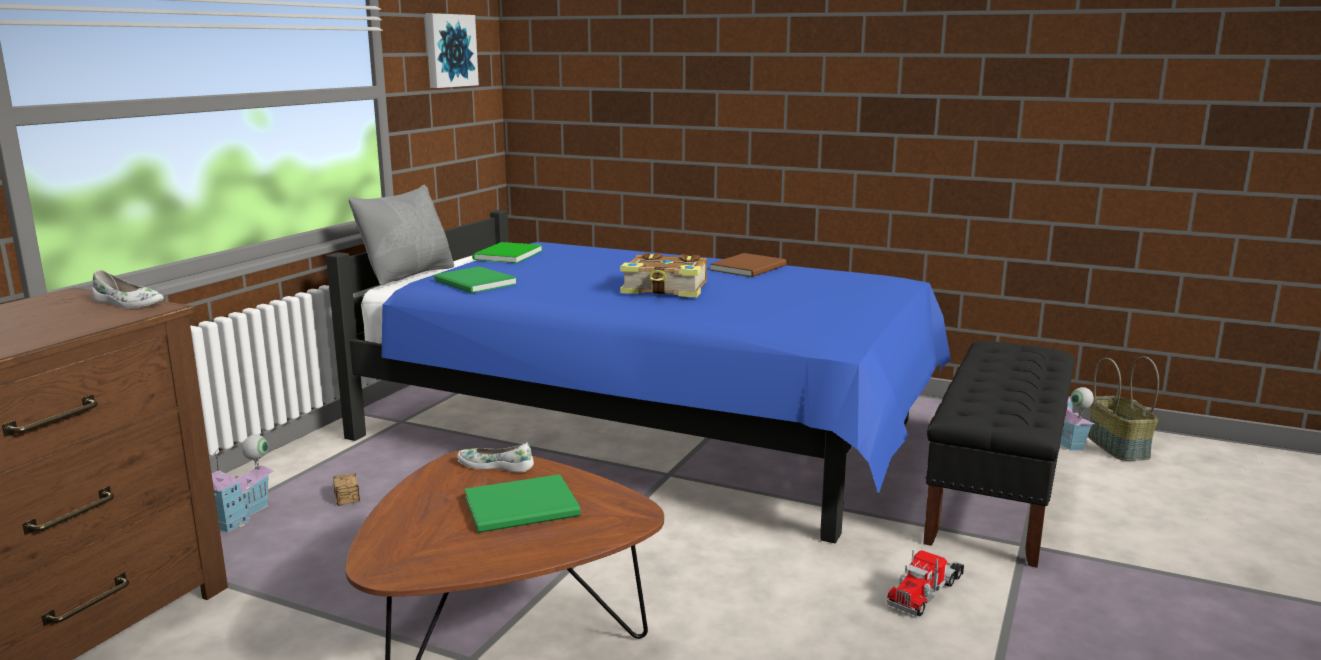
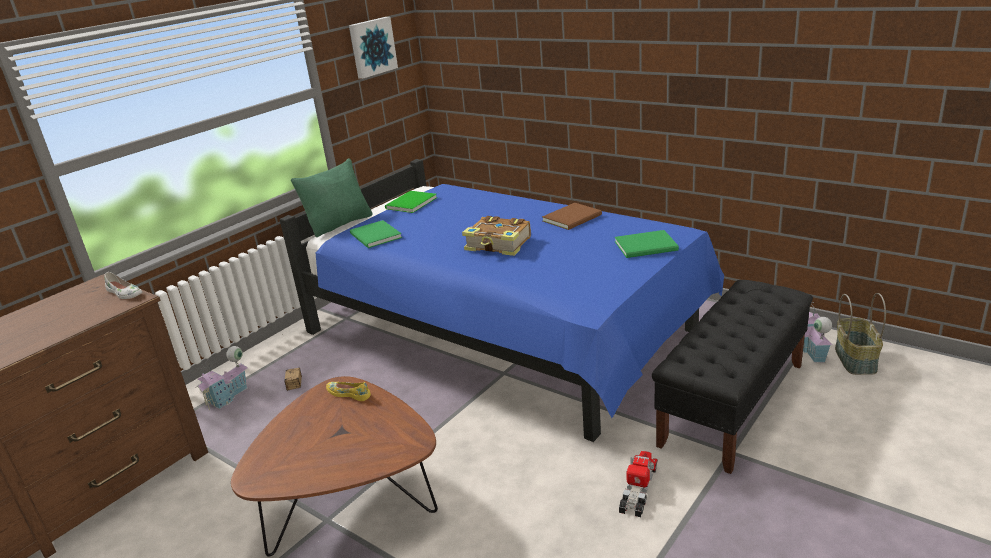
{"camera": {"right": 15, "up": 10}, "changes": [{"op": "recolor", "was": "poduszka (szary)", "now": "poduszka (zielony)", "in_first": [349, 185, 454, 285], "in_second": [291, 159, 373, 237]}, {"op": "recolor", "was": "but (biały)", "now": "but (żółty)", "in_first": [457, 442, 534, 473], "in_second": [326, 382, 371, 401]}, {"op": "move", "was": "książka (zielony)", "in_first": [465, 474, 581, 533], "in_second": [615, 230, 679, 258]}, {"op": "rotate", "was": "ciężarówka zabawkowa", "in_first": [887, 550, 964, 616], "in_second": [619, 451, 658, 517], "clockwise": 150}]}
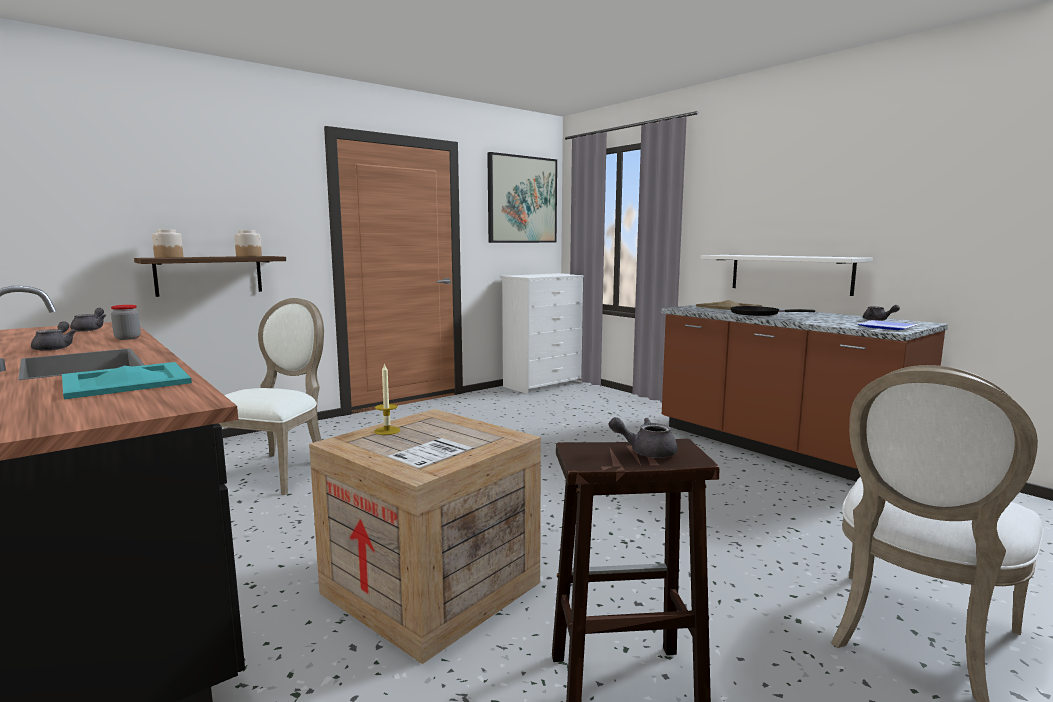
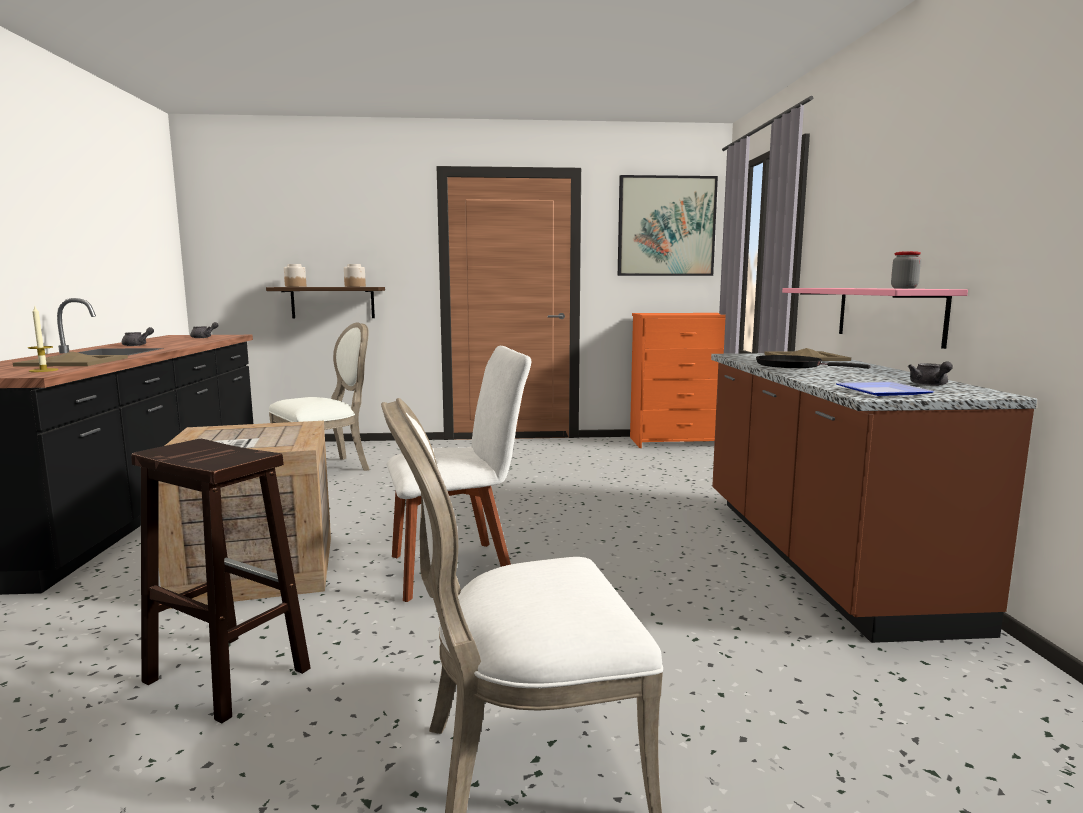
{"camera": {"right": 35, "up": 0}, "changes": [{"op": "recolor", "was": "taca (turkusowy)", "now": "taca (beżowy)", "in_first": [62, 362, 192, 399], "in_second": [13, 351, 128, 367]}, {"op": "move", "was": "słoik", "in_first": [111, 305, 141, 340], "in_second": [891, 251, 921, 289]}, {"op": "move", "was": "świeca", "in_first": [374, 363, 401, 435], "in_second": [28, 306, 58, 372]}, {"op": "recolor", "was": "komoda (biały)", "now": "komoda (pomarańczowy)", "in_first": [501, 273, 584, 394], "in_second": [630, 313, 726, 448]}, {"op": "delete", "was": "imbryk (szary)", "in_first": [609, 417, 678, 458]}, {"op": "recolor", "was": "półka (biały)", "now": "półka (różowy)", "in_first": [700, 255, 873, 296], "in_second": [782, 288, 968, 349]}, {"op": "insert", "now": "krzesło (biały)", "in_second": [386, 346, 531, 602]}]}
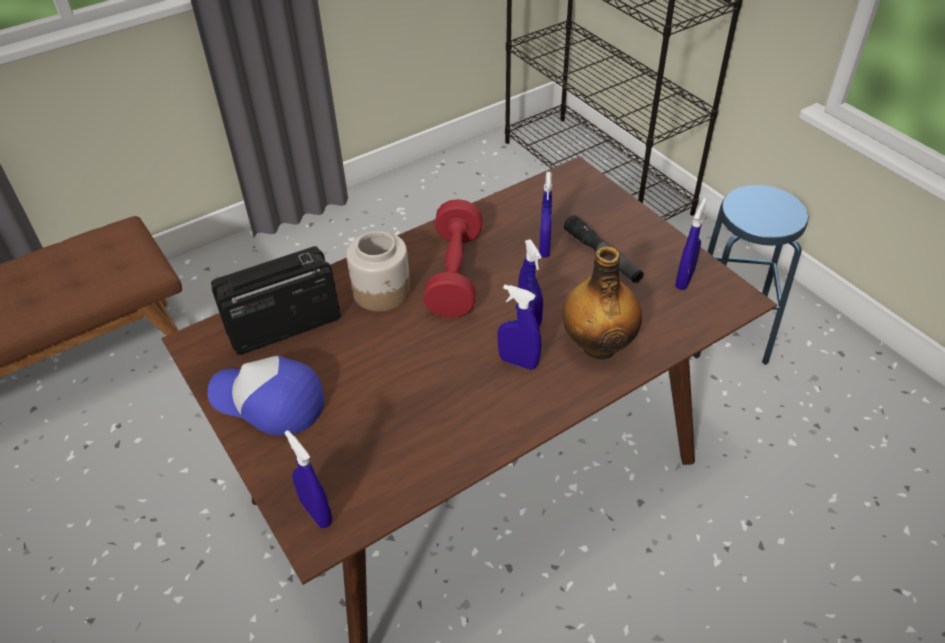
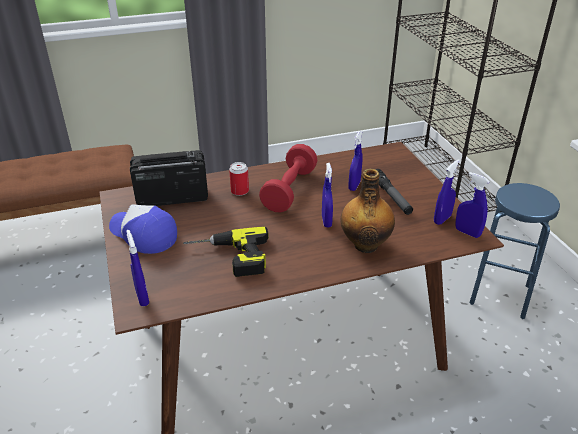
{"camera": {"right": 15, "up": -10}, "changes": [{"op": "replace", "was": "słoik", "now": "puszka", "in_first": [346, 231, 411, 312], "in_second": [229, 162, 249, 196]}, {"op": "move", "was": "spryskiwacz (niebieski)", "in_first": [497, 284, 541, 370], "in_second": [455, 172, 490, 238]}, {"op": "insert", "now": "wiertarka", "in_second": [183, 226, 269, 277]}]}
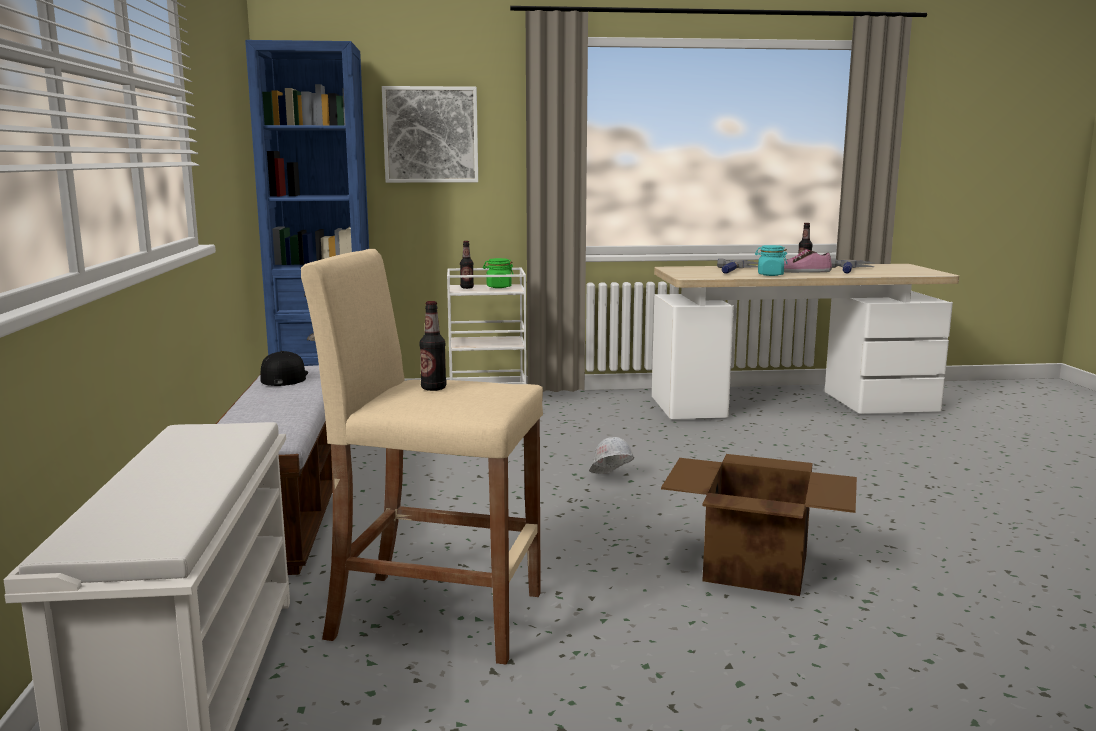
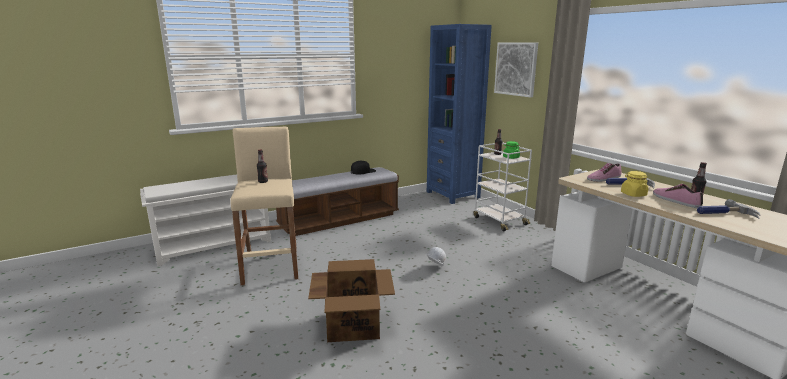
{"camera": {"right": 65, "up": 5}, "changes": [{"op": "recolor", "was": "słoik (turkusowy)", "now": "słoik (żółty)", "in_first": [755, 245, 787, 276], "in_second": [621, 171, 648, 197]}, {"op": "insert", "now": "but", "in_second": [587, 163, 622, 182]}]}
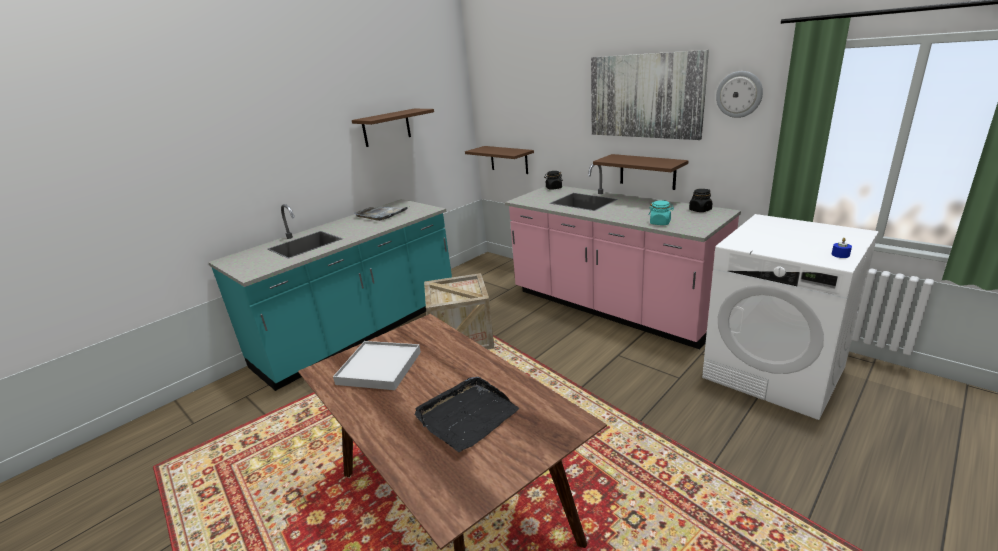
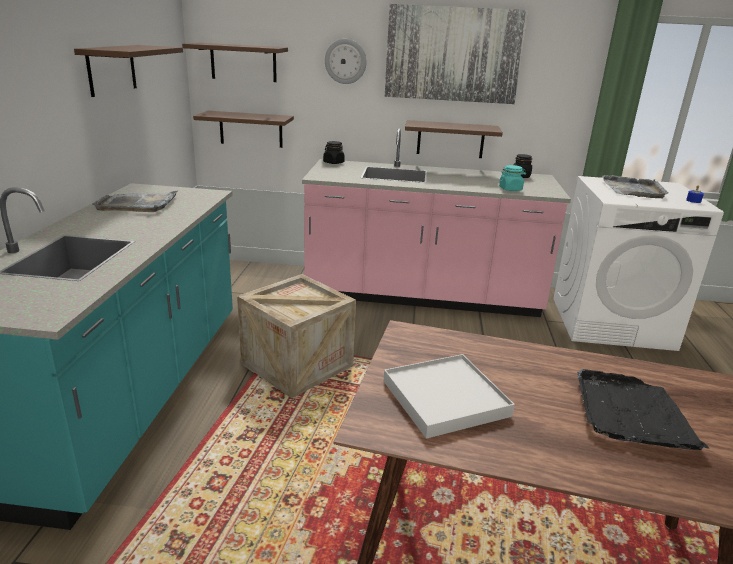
{"camera": {"right": -40, "up": 0}, "changes": [{"op": "move", "was": "zegar ścienny", "in_first": [716, 71, 763, 118], "in_second": [325, 39, 367, 84]}, {"op": "insert", "now": "półka (brązowy)", "in_second": [182, 43, 288, 82]}, {"op": "insert", "now": "taca (szary)", "in_second": [602, 175, 669, 198]}]}
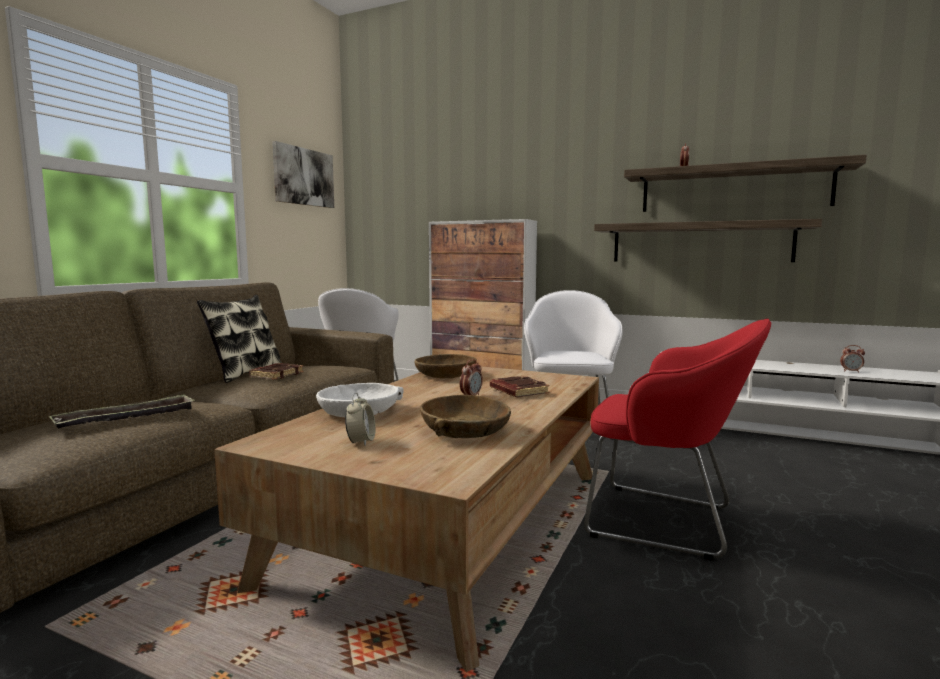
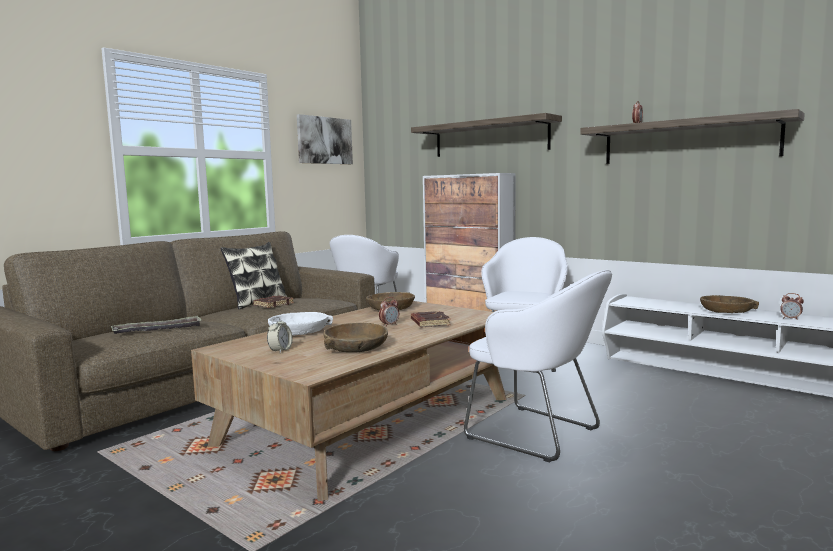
{"camera": {"right": 15, "up": 0}, "changes": [{"op": "recolor", "was": "fotel (czerwony)", "now": "fotel (biały)", "in_first": [584, 319, 771, 561], "in_second": [464, 270, 612, 462]}, {"op": "move", "was": "półka", "in_first": [594, 219, 822, 262], "in_second": [411, 113, 562, 157]}, {"op": "insert", "now": "miska (brązowy)", "in_second": [700, 295, 759, 313]}]}
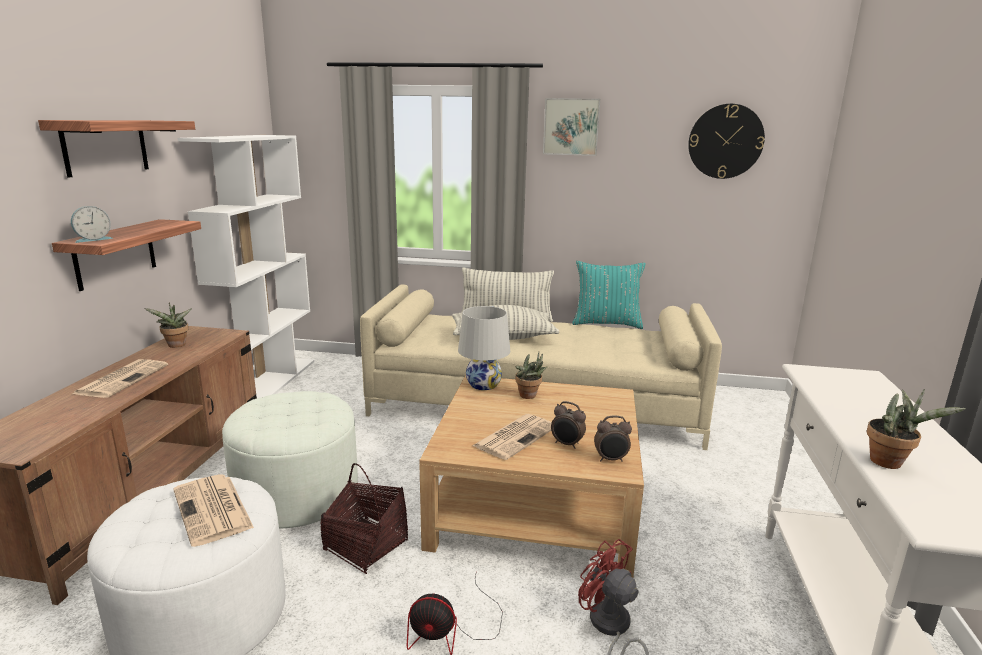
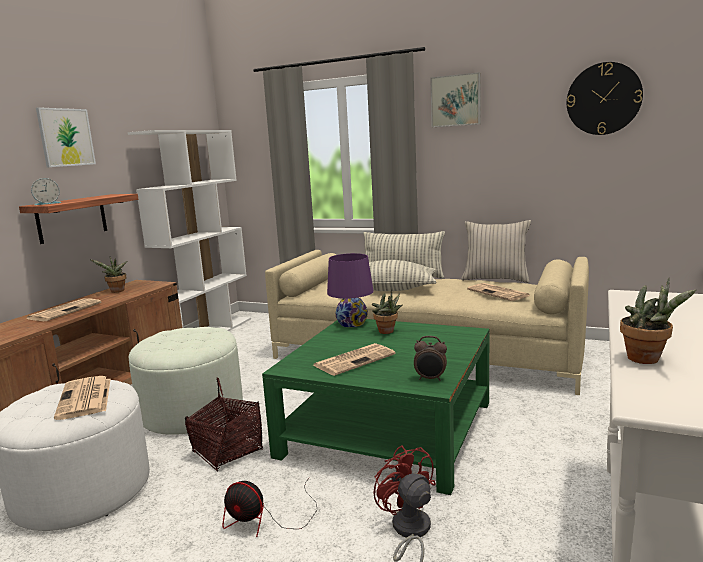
{"camera": {"right": 15, "up": -5}, "changes": [{"op": "replace", "was": "półka", "now": "obraz", "in_first": [38, 120, 195, 177], "in_second": [36, 107, 96, 167]}, {"op": "recolor", "was": "ława (beżowy)", "now": "ława (zielony)", "in_first": [419, 375, 644, 578], "in_second": [262, 319, 489, 495]}, {"op": "recolor", "was": "lampa stołowa (biały)", "now": "lampa stołowa (fioletowy)", "in_first": [458, 306, 510, 390], "in_second": [327, 253, 374, 327]}, {"op": "delete", "was": "budzik", "in_first": [551, 401, 586, 449]}, {"op": "recolor", "was": "poduszka (turkusowy)", "now": "poduszka (beżowy)", "in_first": [572, 261, 646, 329], "in_second": [461, 220, 531, 283]}, {"op": "insert", "now": "gazeta", "in_second": [467, 283, 530, 301]}]}
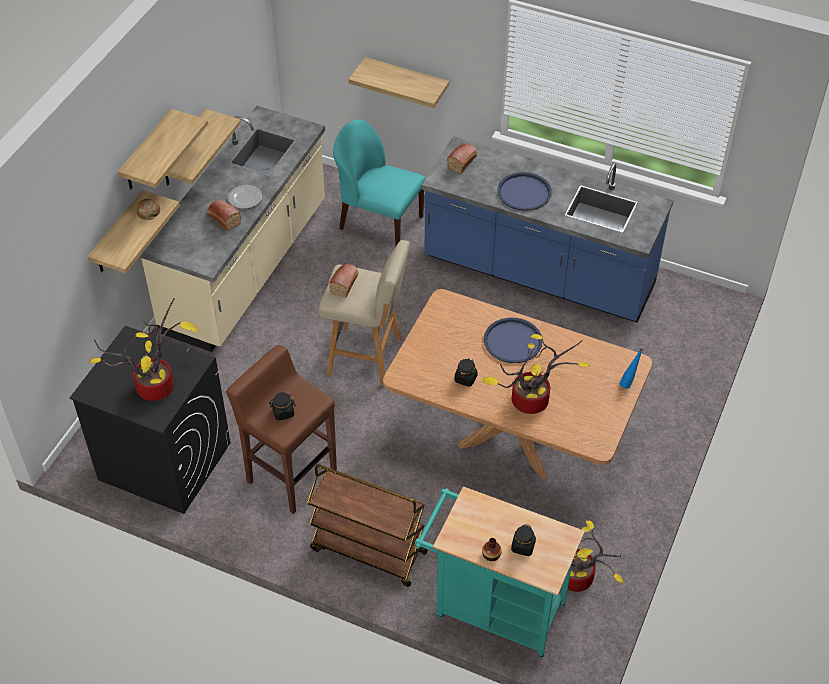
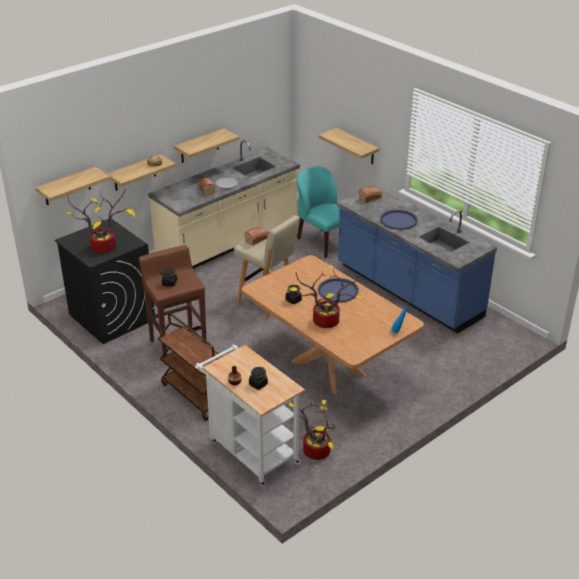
{"camera": {"right": 25, "up": -15}, "changes": [{"op": "move", "was": "półka", "in_first": [117, 109, 208, 189], "in_second": [35, 167, 110, 205]}, {"op": "recolor", "was": "wózek (turkusowy)", "now": "wózek (biały)", "in_first": [415, 486, 585, 659], "in_second": [195, 344, 305, 486]}]}
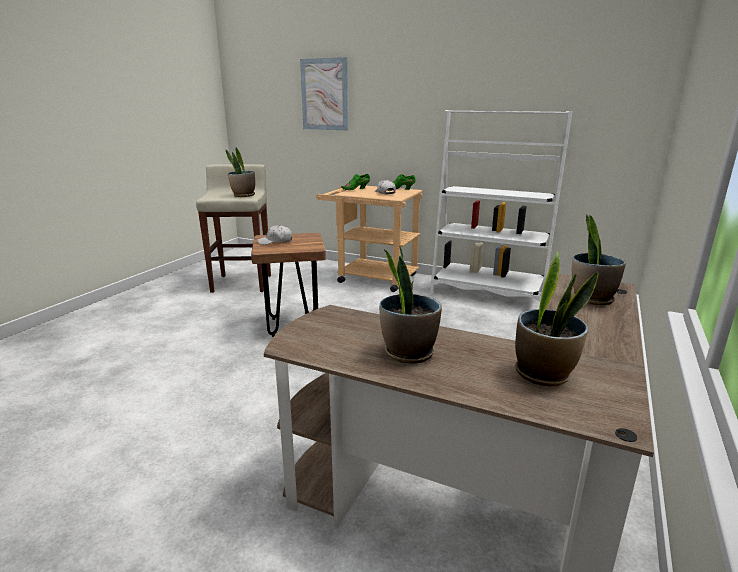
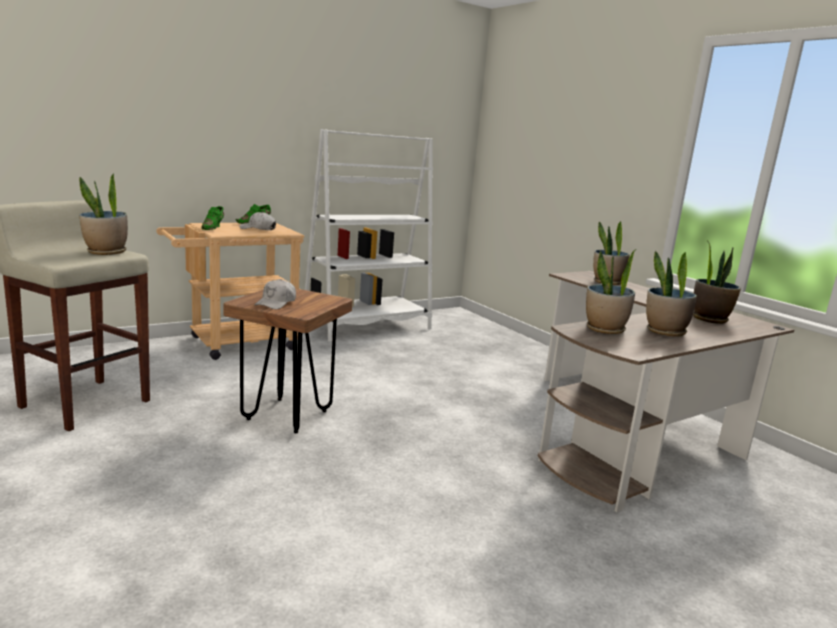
{"camera": {"right": -60, "up": -5}, "changes": [{"op": "delete", "was": "obraz", "in_first": [300, 57, 349, 130]}, {"op": "insert", "now": "roślina doniczkowa", "in_second": [586, 249, 636, 334]}]}
